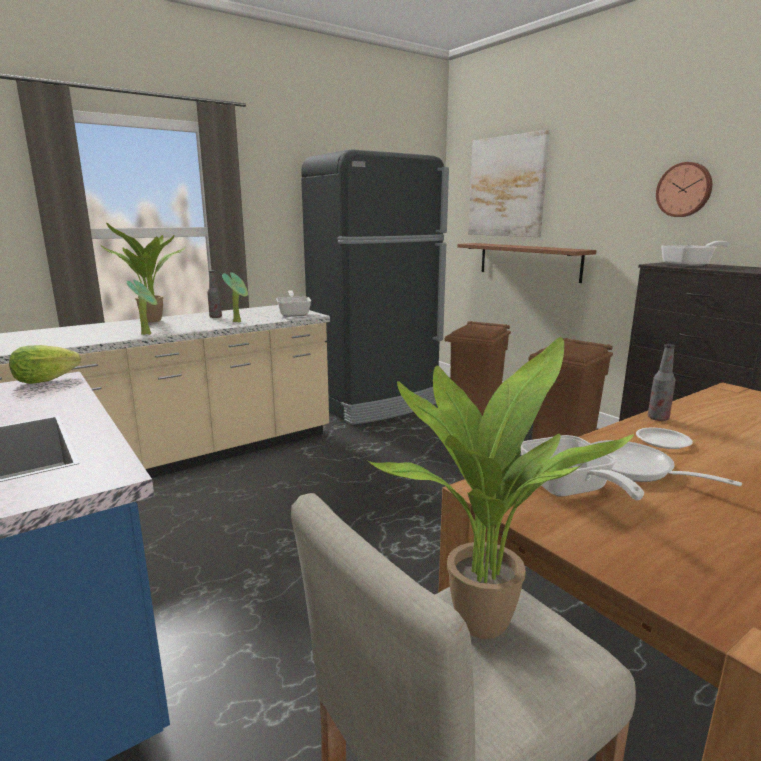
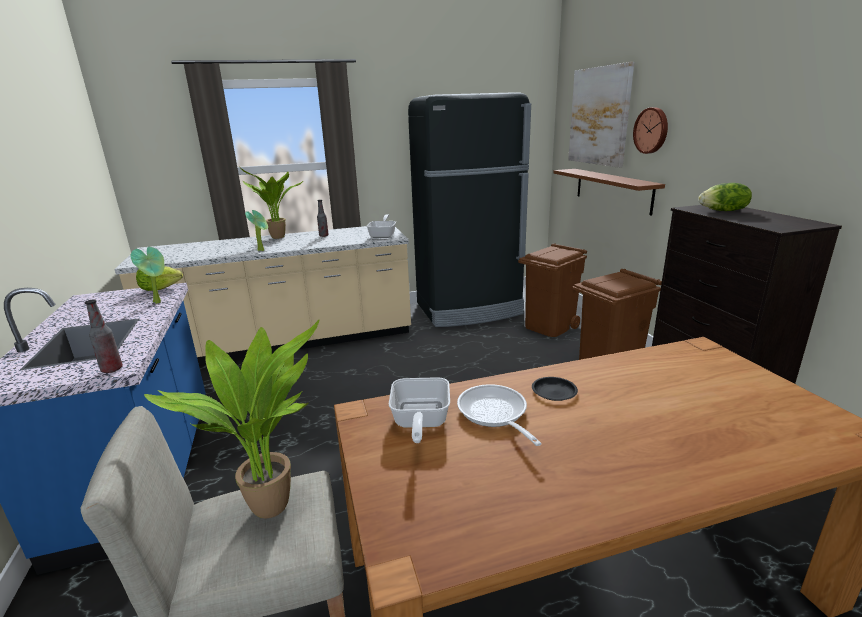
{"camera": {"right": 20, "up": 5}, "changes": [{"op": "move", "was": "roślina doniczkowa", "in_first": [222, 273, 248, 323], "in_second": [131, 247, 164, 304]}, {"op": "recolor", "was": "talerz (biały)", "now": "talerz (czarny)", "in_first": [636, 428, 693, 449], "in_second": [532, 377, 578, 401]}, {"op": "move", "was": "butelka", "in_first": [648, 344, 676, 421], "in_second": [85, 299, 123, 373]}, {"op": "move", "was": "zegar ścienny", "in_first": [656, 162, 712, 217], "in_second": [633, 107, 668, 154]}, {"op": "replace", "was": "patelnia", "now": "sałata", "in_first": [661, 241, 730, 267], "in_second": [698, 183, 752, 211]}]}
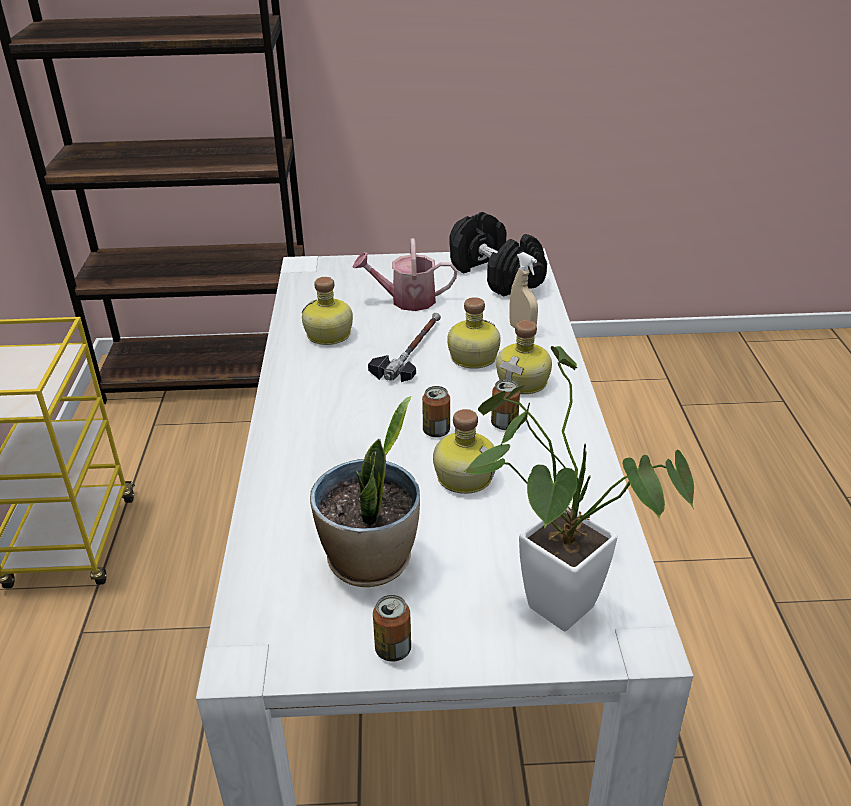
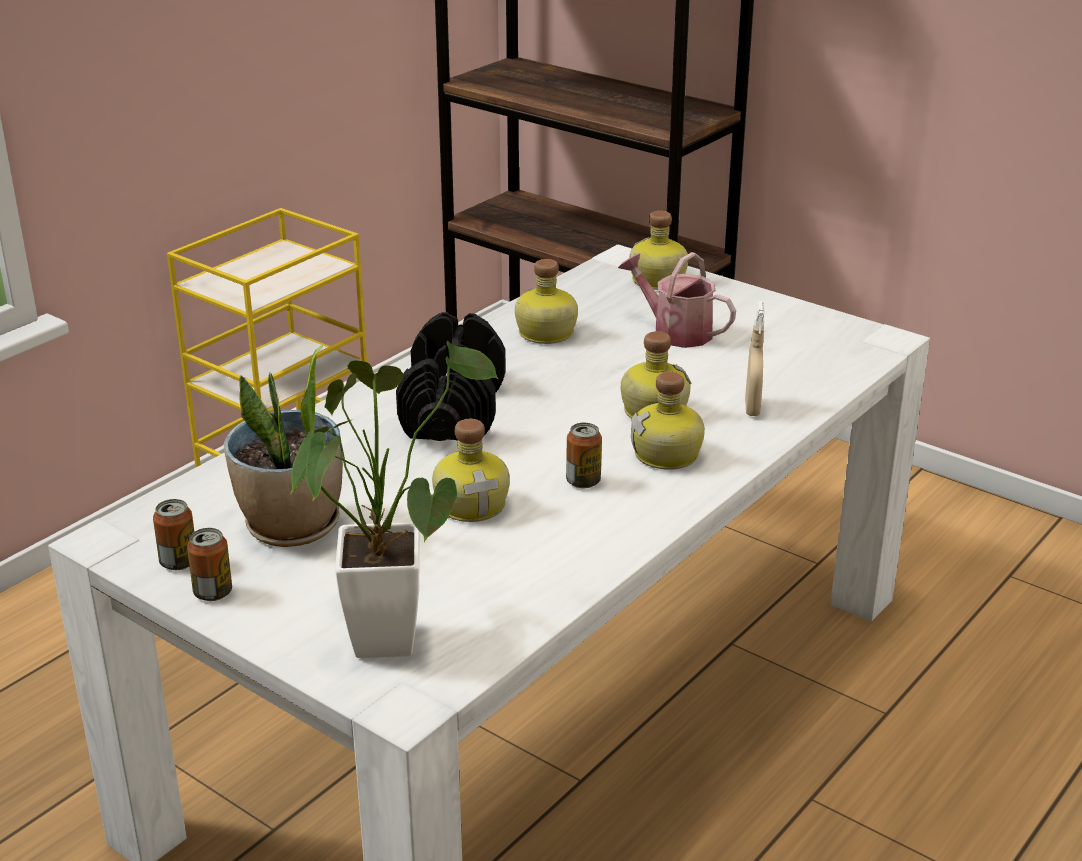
{"camera": {"right": 40, "up": -5}, "changes": [{"op": "delete", "was": "młotek", "in_first": [368, 313, 441, 382]}, {"op": "move", "was": "puszka", "in_first": [422, 386, 450, 438], "in_second": [153, 499, 194, 570]}, {"op": "move", "was": "hantel (czarny)", "in_first": [449, 212, 547, 297], "in_second": [396, 312, 506, 441]}, {"op": "insert", "now": "butelka", "in_second": [629, 211, 688, 290]}]}
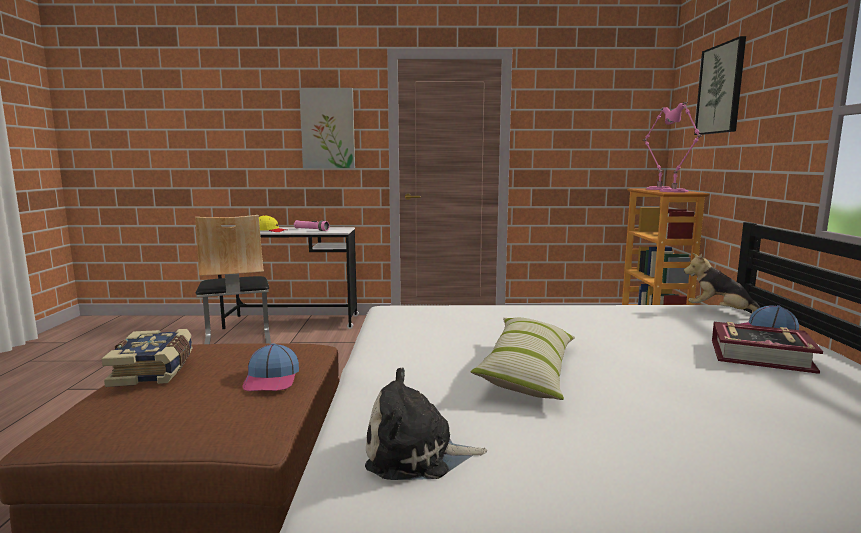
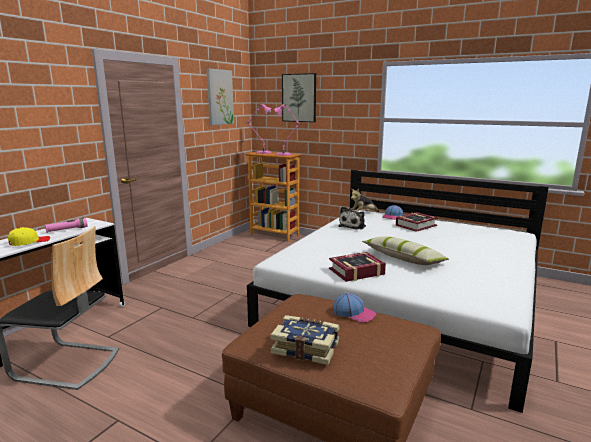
{"camera": {"right": -60, "up": 5}, "changes": [{"op": "move", "was": "obraz", "in_first": [299, 88, 355, 168], "in_second": [207, 68, 234, 125]}, {"op": "move", "was": "pluszak", "in_first": [365, 367, 487, 480], "in_second": [338, 206, 366, 230]}, {"op": "insert", "now": "książka", "in_second": [329, 252, 386, 282]}]}
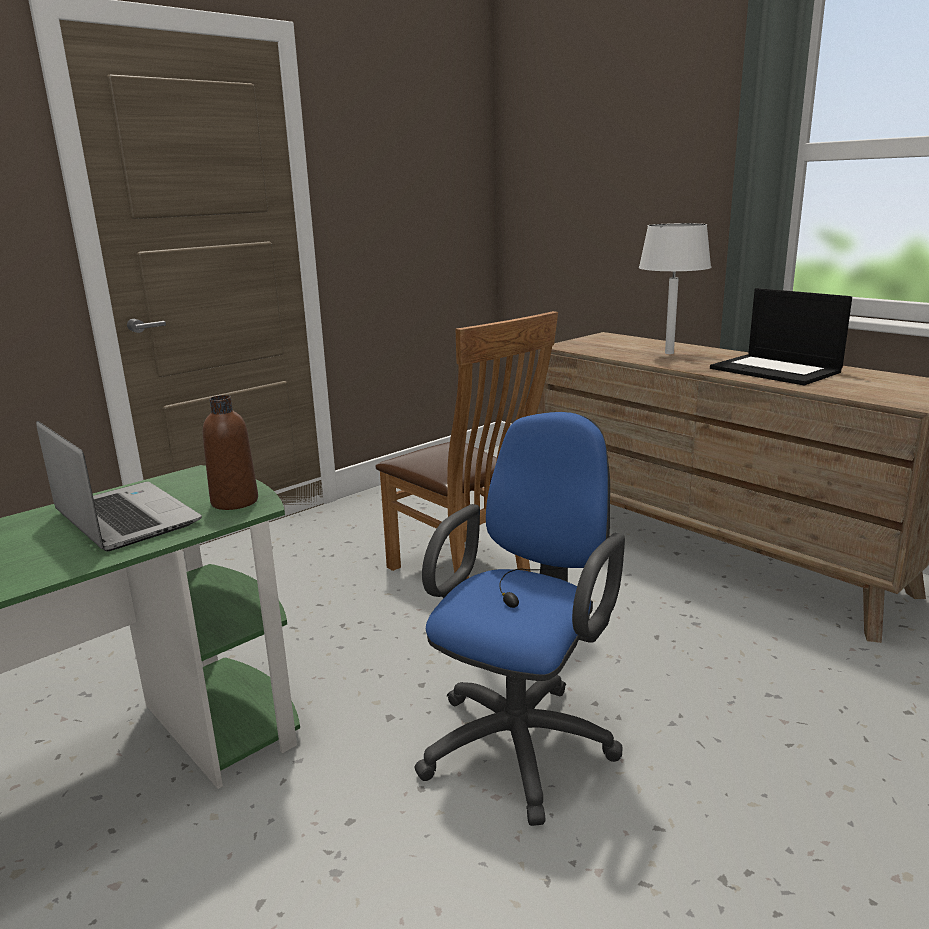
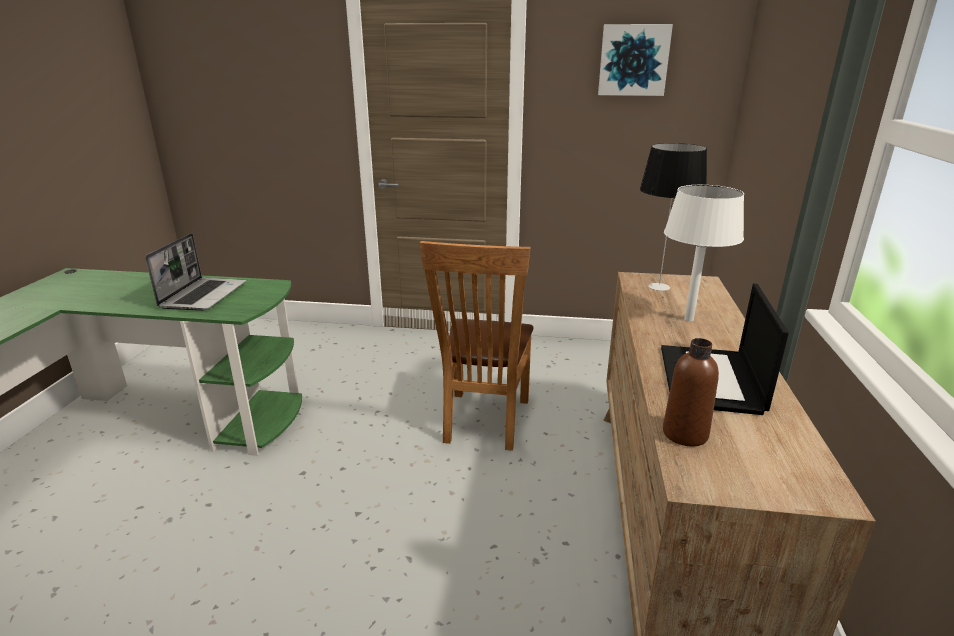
{"camera": {"right": 50, "up": 5}, "changes": [{"op": "move", "was": "butelka (brązowy)", "in_first": [203, 395, 258, 510], "in_second": [663, 338, 719, 447]}, {"op": "delete", "was": "krzesło biurowe (niebieski)", "in_first": [414, 412, 625, 826]}, {"op": "insert", "now": "obraz", "in_second": [598, 24, 673, 96]}, {"op": "insert", "now": "lampa stołowa", "in_second": [640, 143, 707, 291]}]}
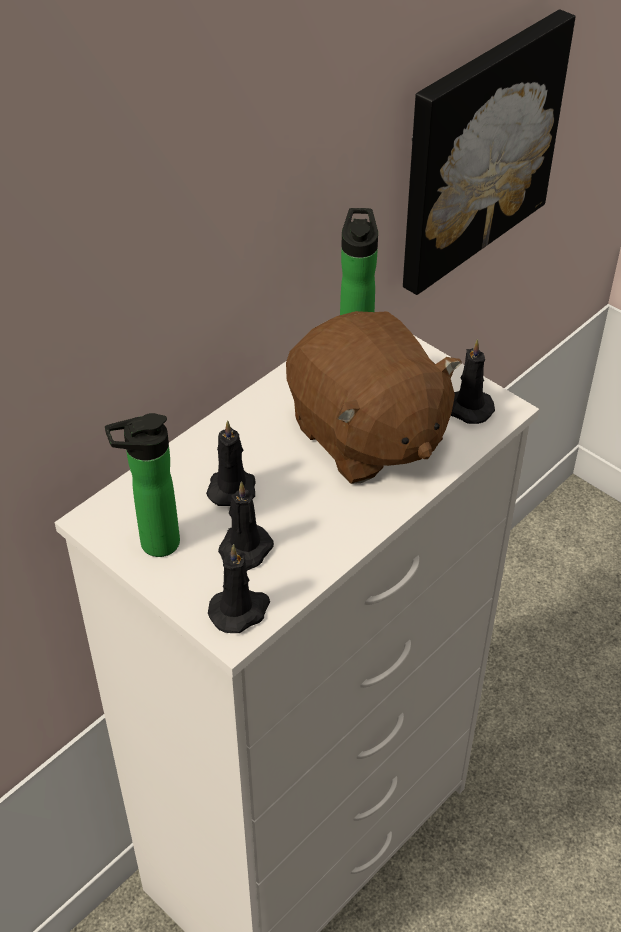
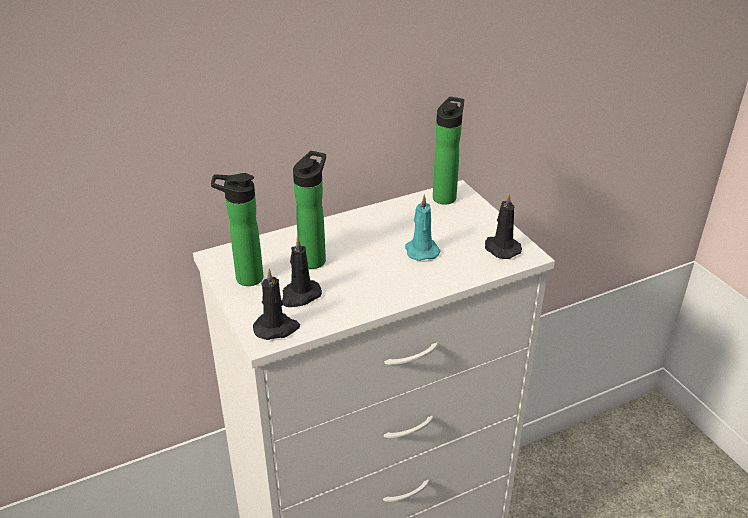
{"camera": {"right": 20, "up": -10}, "changes": [{"op": "replace", "was": "świeca (czarny)", "now": "butelka", "in_first": [206, 420, 256, 506], "in_second": [293, 151, 326, 269]}, {"op": "replace", "was": "pluszak (brązowy)", "now": "świeca (turkusowy)", "in_first": [286, 311, 462, 484], "in_second": [405, 194, 441, 261]}, {"op": "delete", "was": "obraz", "in_first": [403, 9, 575, 295]}]}
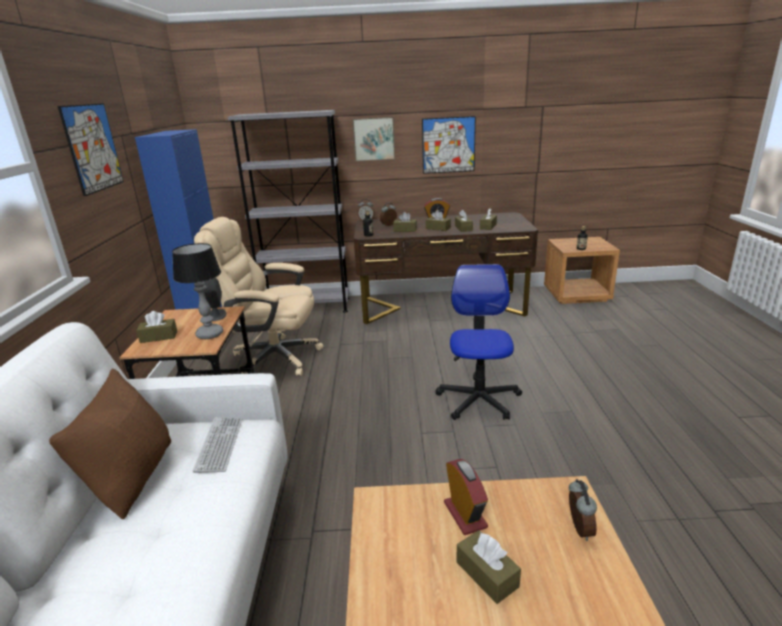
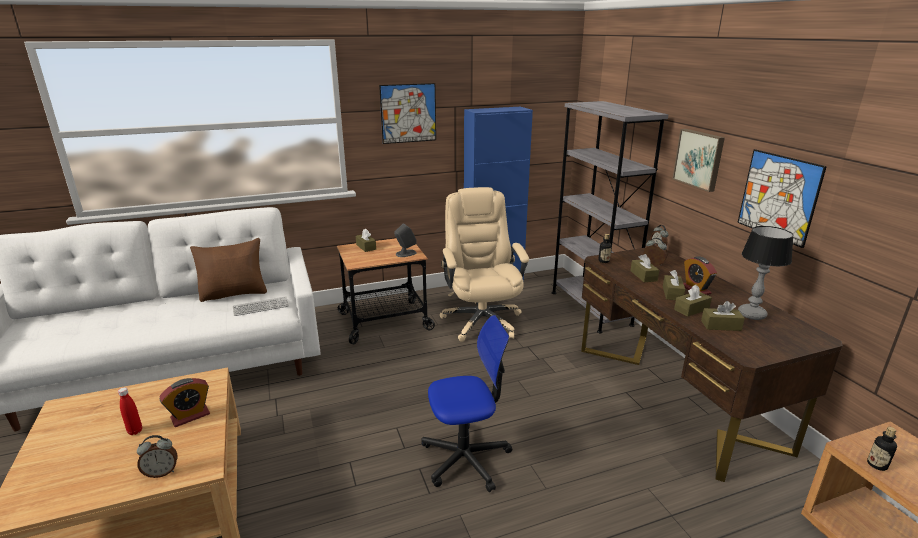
{"camera": {"right": 70, "up": 0}, "changes": [{"op": "move", "was": "lampa stołowa", "in_first": [172, 243, 223, 339], "in_second": [738, 226, 793, 320]}, {"op": "replace", "was": "pudełko chusteczek (brązowy)", "now": "butelka (czerwony)", "in_first": [457, 530, 521, 604], "in_second": [118, 387, 142, 435]}]}
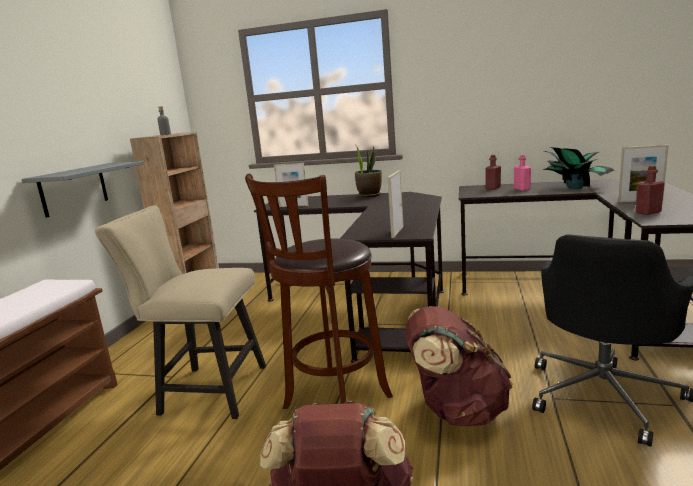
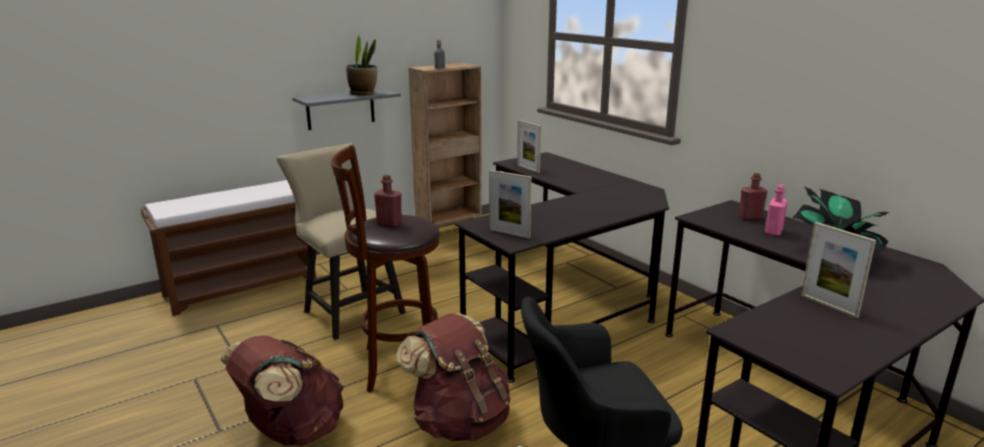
{"camera": {"right": 40, "up": 5}, "changes": [{"op": "move", "was": "roślina doniczkowa", "in_first": [355, 146, 382, 197], "in_second": [346, 34, 377, 95]}, {"op": "rotate", "was": "ramka na zdjęcie", "in_first": [388, 171, 404, 238], "in_second": [489, 170, 532, 239], "clockwise": -120}, {"op": "move", "was": "butelka (czerwony)", "in_first": [635, 165, 665, 215], "in_second": [374, 175, 402, 227]}]}
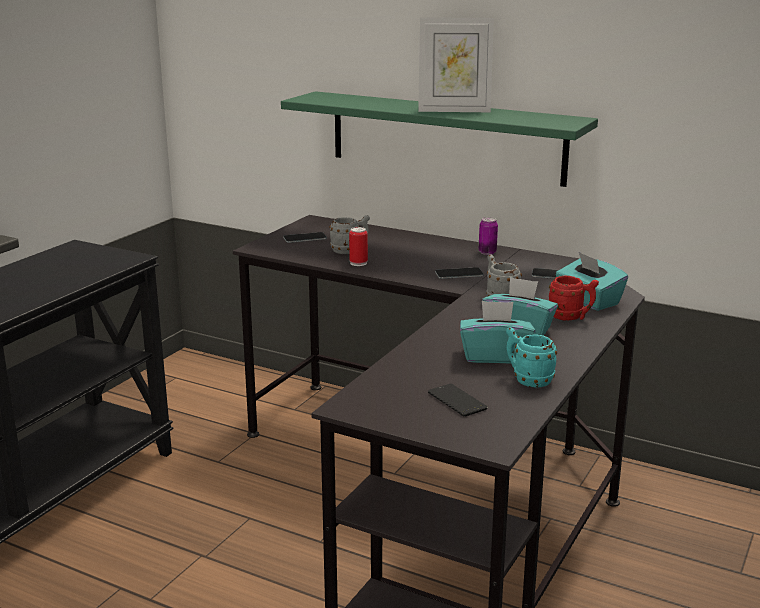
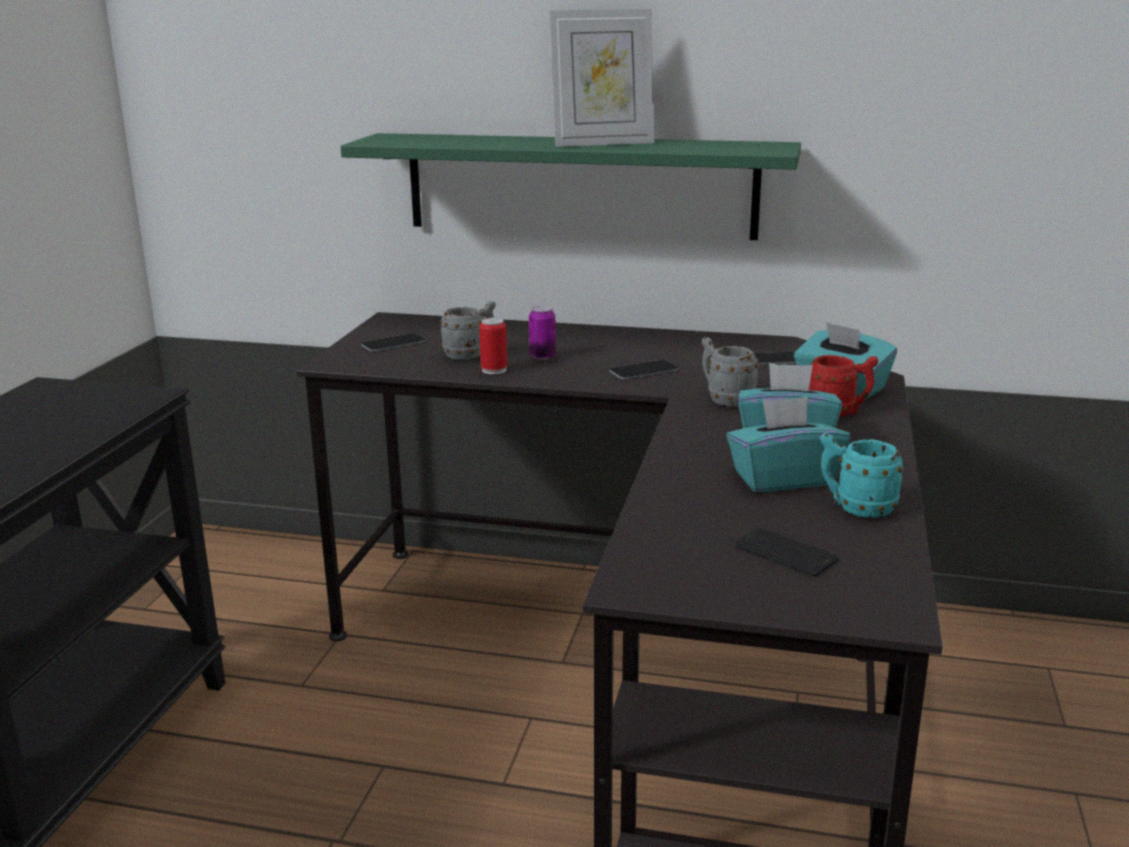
{"camera": {"right": -15, "up": 0}, "changes": [{"op": "move", "was": "puszka", "in_first": [479, 217, 498, 255], "in_second": [529, 306, 556, 360]}]}
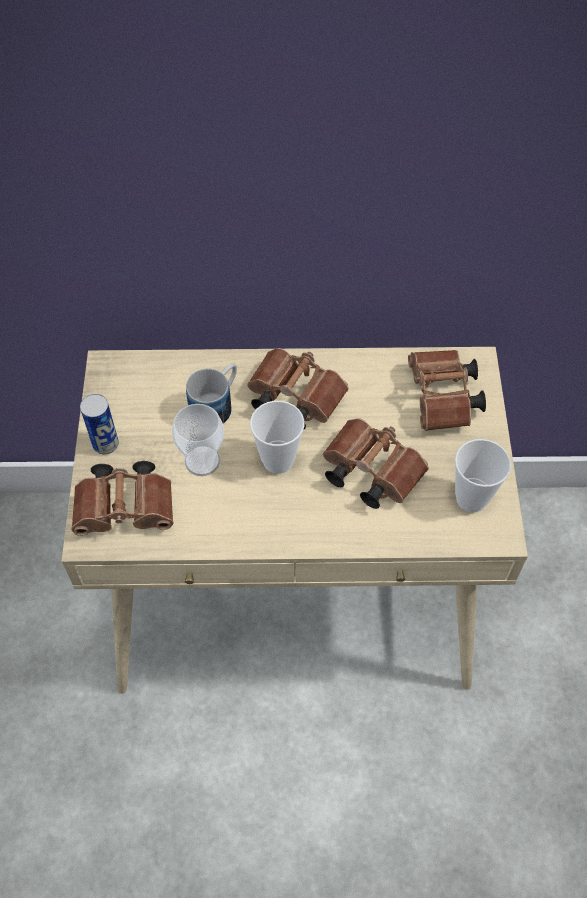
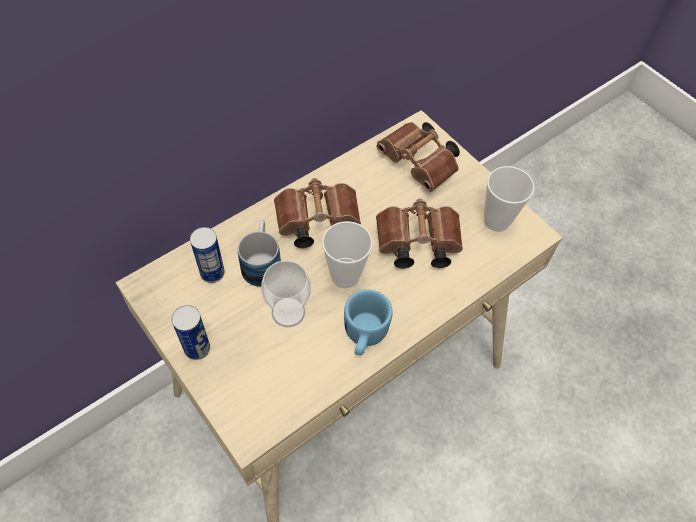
{"camera": {"right": -40, "up": 0}, "changes": [{"op": "delete", "was": "lornetka (brązowy)", "in_first": [71, 461, 173, 536]}, {"op": "insert", "now": "puszka", "in_second": [190, 227, 225, 283]}, {"op": "insert", "now": "kubek (niebieski)", "in_second": [344, 289, 393, 355]}]}
